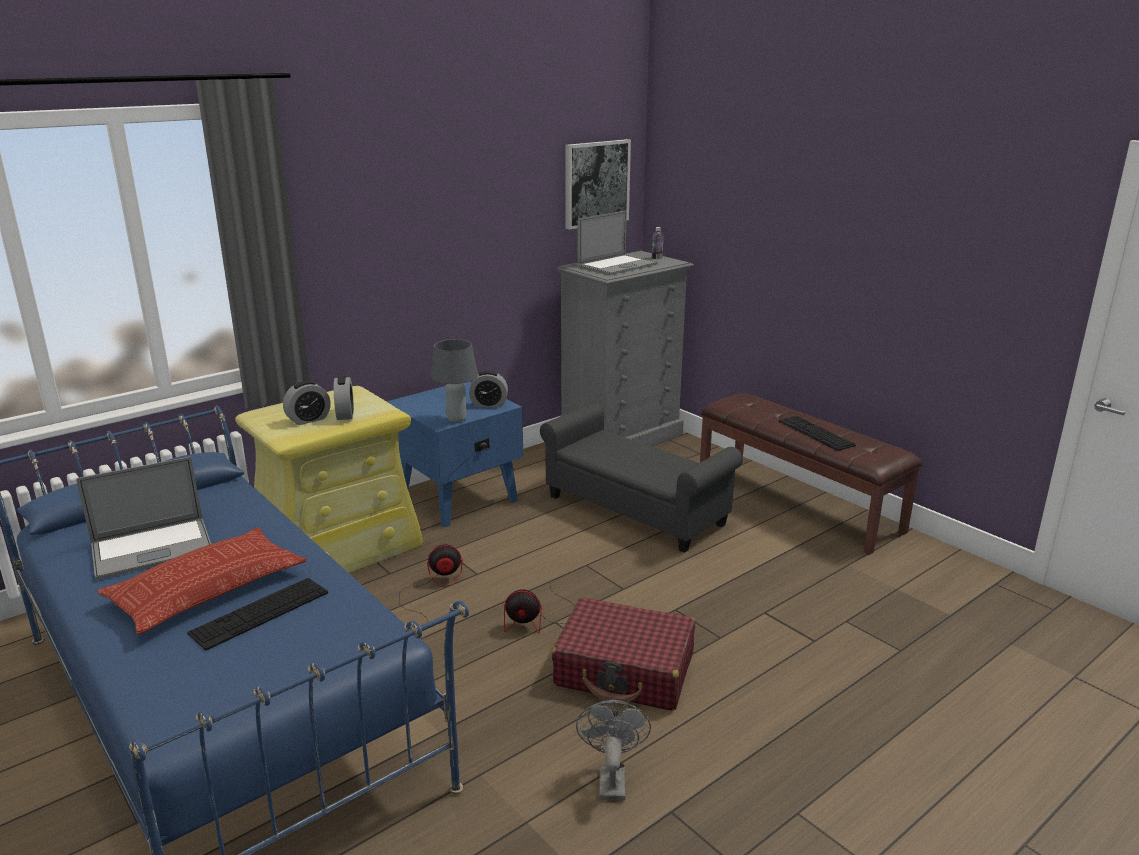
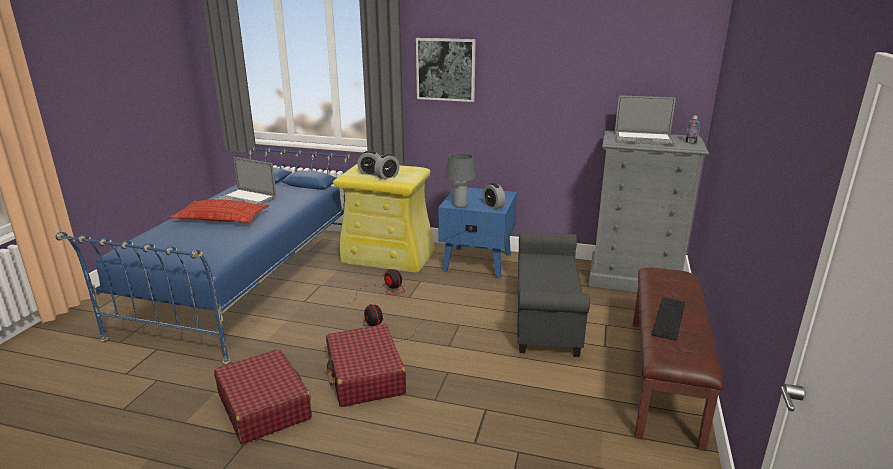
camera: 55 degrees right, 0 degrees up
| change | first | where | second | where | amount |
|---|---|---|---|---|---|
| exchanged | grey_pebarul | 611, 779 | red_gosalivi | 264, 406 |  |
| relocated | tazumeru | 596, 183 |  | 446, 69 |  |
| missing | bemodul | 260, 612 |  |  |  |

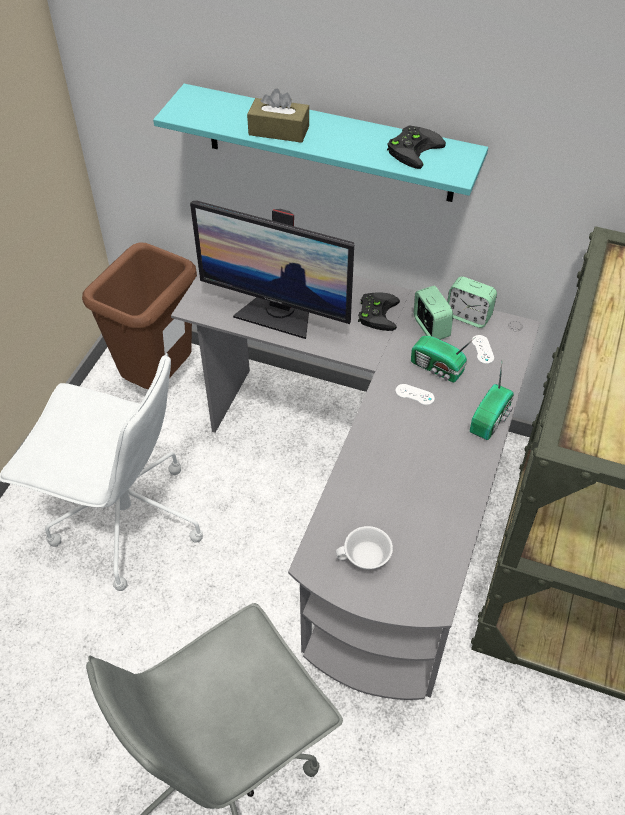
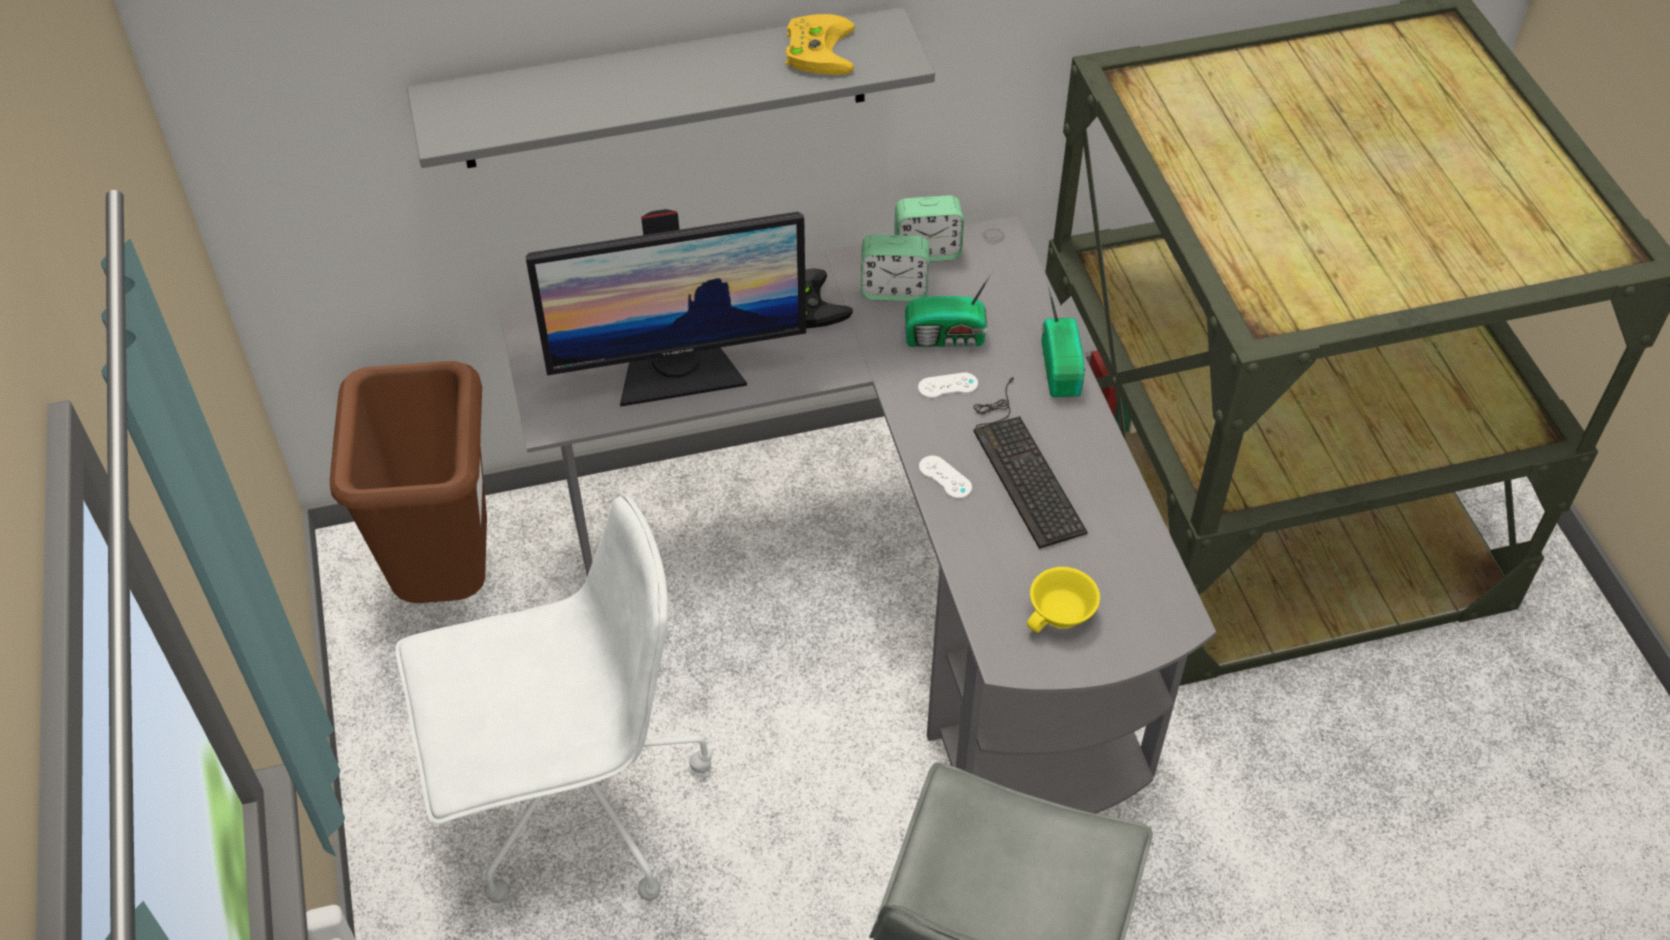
camera: 35 degrees left, 0 degrees up
| change | first | where | second | where | amount |
|---|---|---|---|---|---|
| colour | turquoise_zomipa | 329, 144 | grey_zomipa | 665, 89 |  |
| colour | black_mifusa | 413, 148 | yellow_mifusa | 816, 48 |  |
| spun | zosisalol | 430, 328 |  | 894, 290 | 150 degrees clockwise |
| relocated | white_mifusa | 482, 349 |  | 945, 477 |  |
| appeared |  |  | bemodul | 1023, 465 |  |
| colour | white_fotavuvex | 366, 559 | yellow_fotavuvex | 1062, 615 |  |
| missing | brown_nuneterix | 279, 130 |  |  |  |

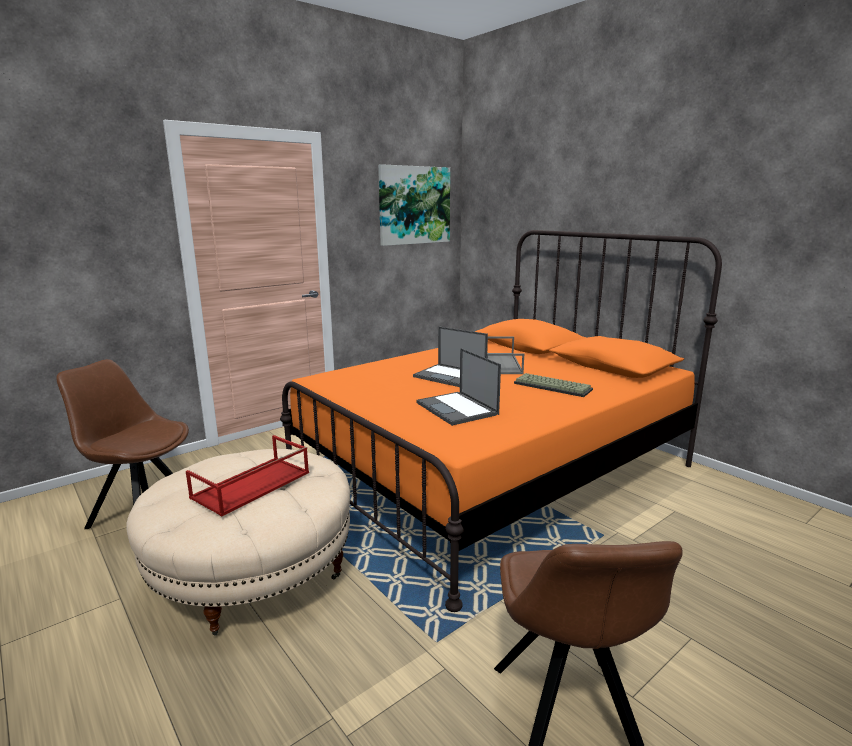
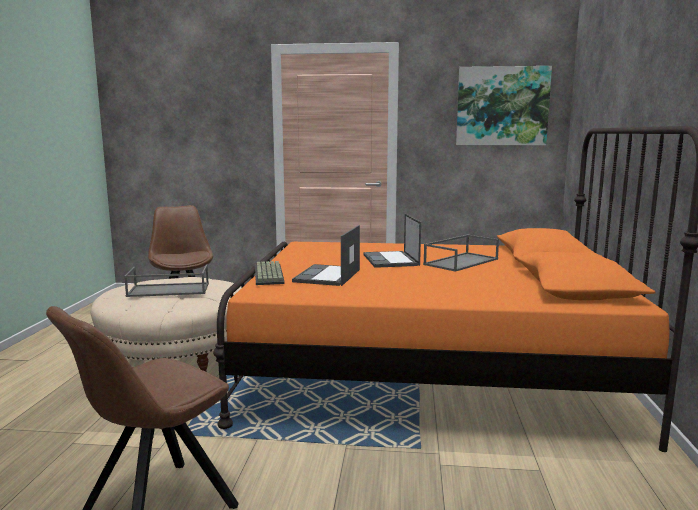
camera: 45 degrees right, 5 degrees down
| change | first | where | second | where | amount |
|---|---|---|---|---|---|
| colour | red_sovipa | 251, 486 | grey_sovipa | 168, 290 |  |
| relocated | bemodul | 553, 386 |  | 270, 274 |  |

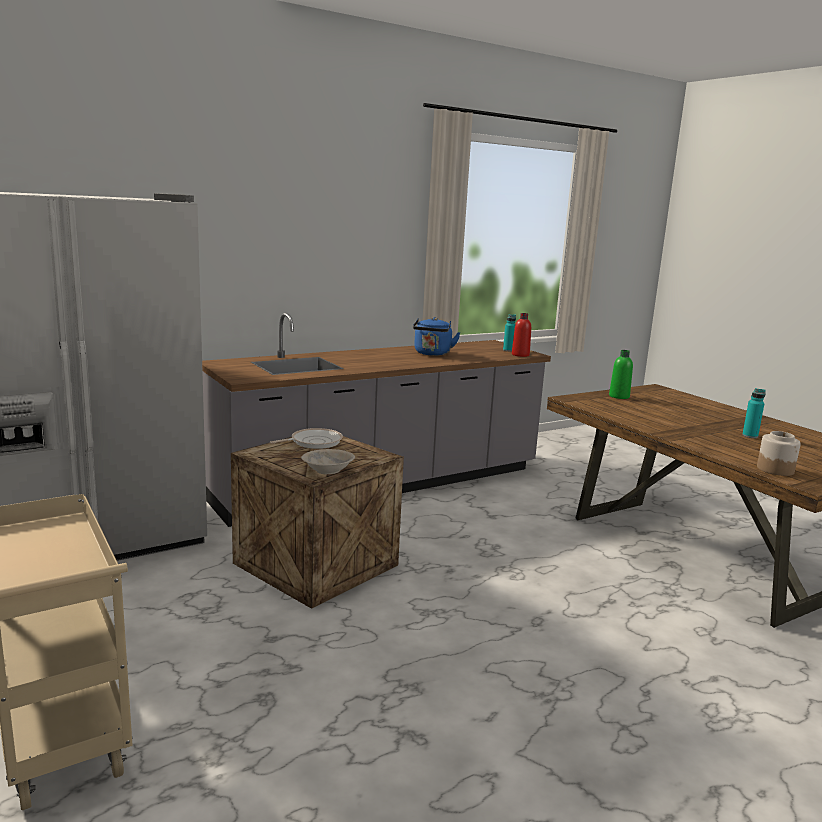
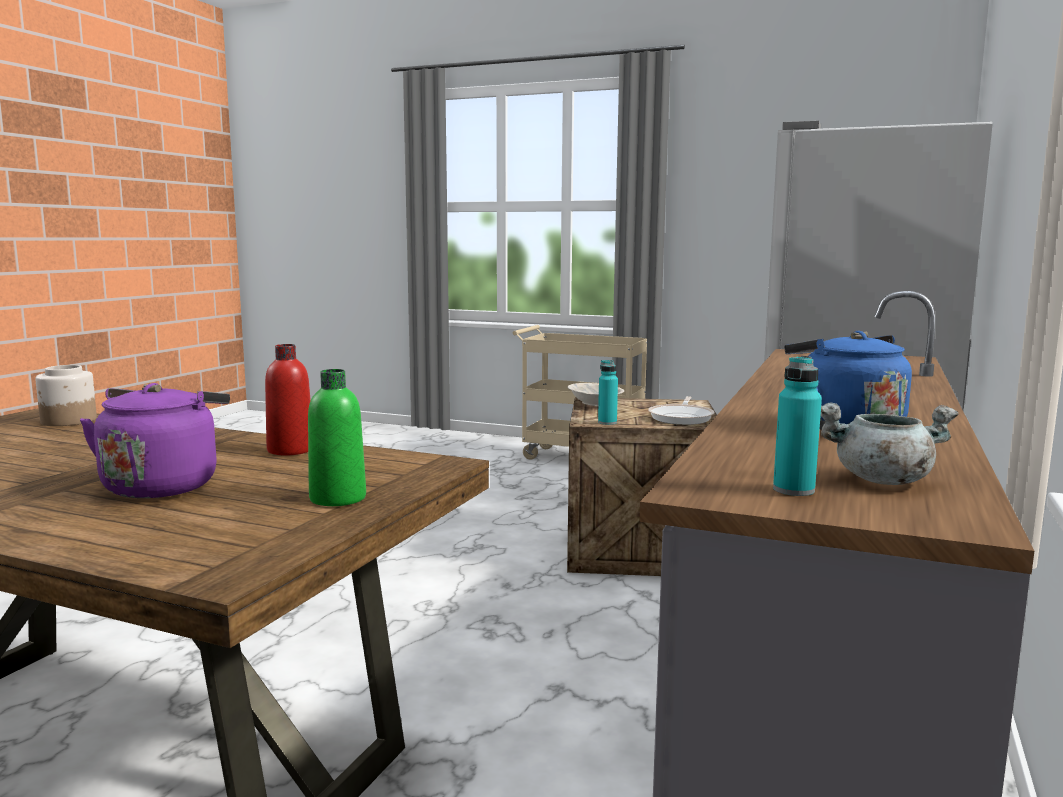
camera: 145 degrees right, 5 degrees down
| change | first | where | second | where | amount |
|---|---|---|---|---|---|
| appeared |  |  | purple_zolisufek | 163, 485 |  |
| relocated | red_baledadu | 520, 355 |  | 290, 450 |  |
| relocated | turquoise_baledadu | 750, 436 |  | 607, 422 |  |
| appeared |  |  | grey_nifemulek | 882, 481 |  |

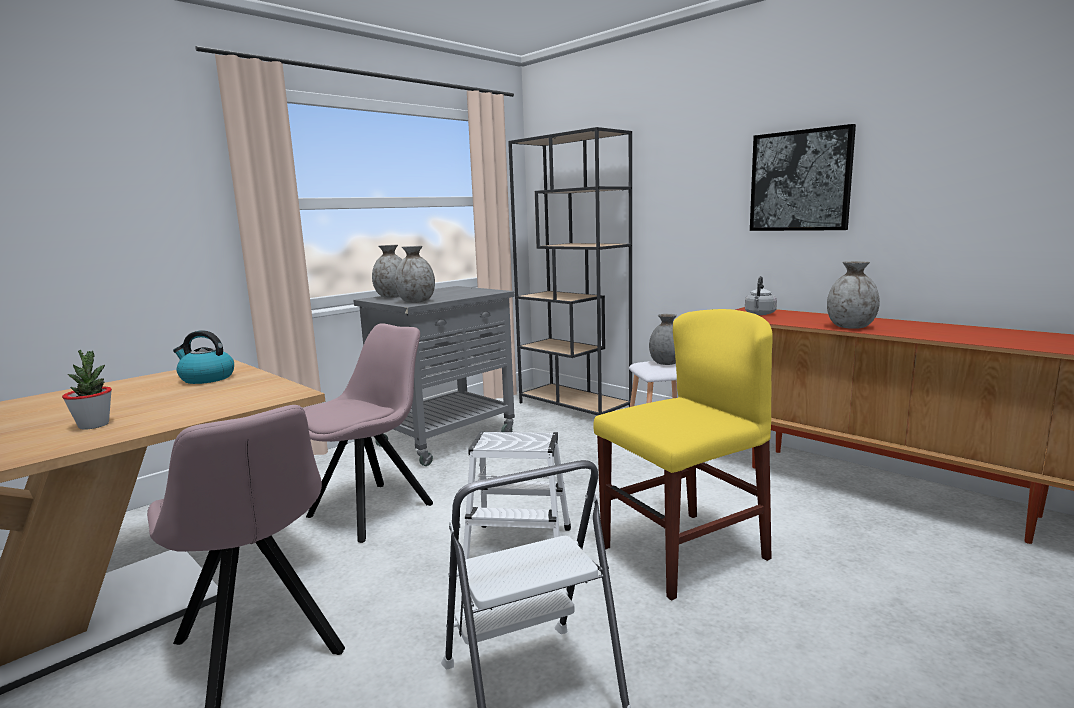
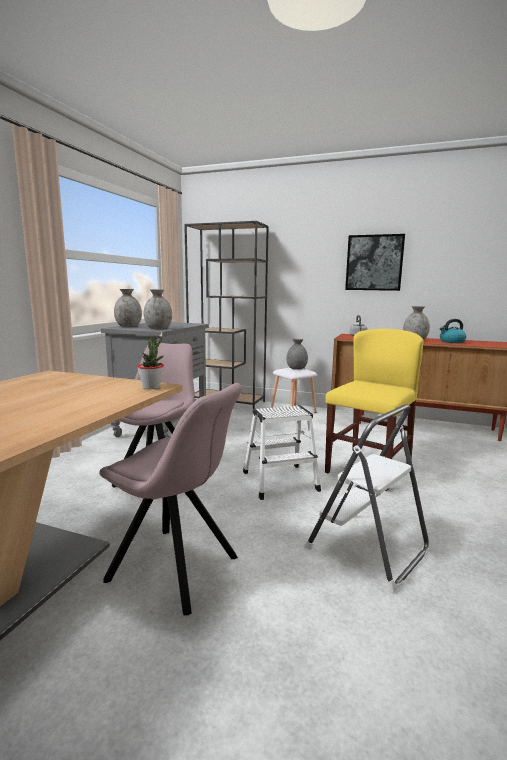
camera: 25 degrees left, 0 degrees up
| change | first | where | second | where | amount |
|---|---|---|---|---|---|
| relocated | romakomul | 94, 425 |  | 151, 387 |  |
| relocated | zolisufek | 206, 378 |  | 451, 341 |  |

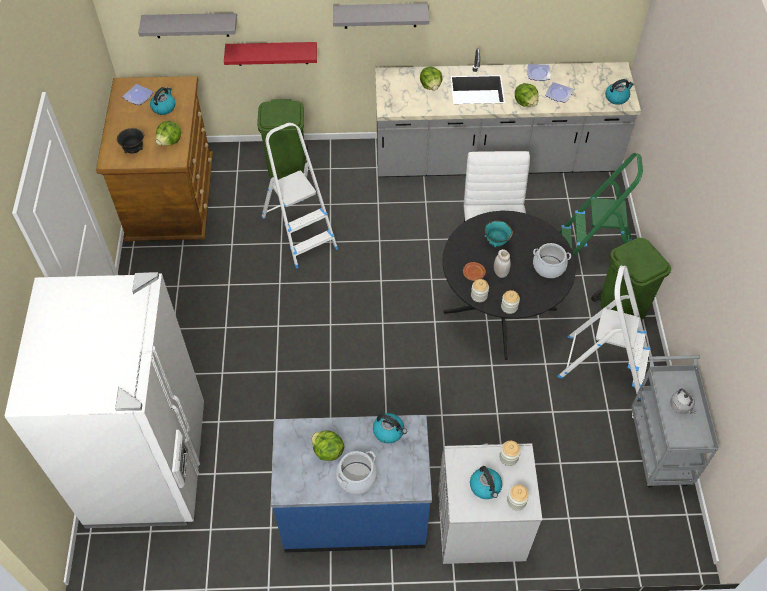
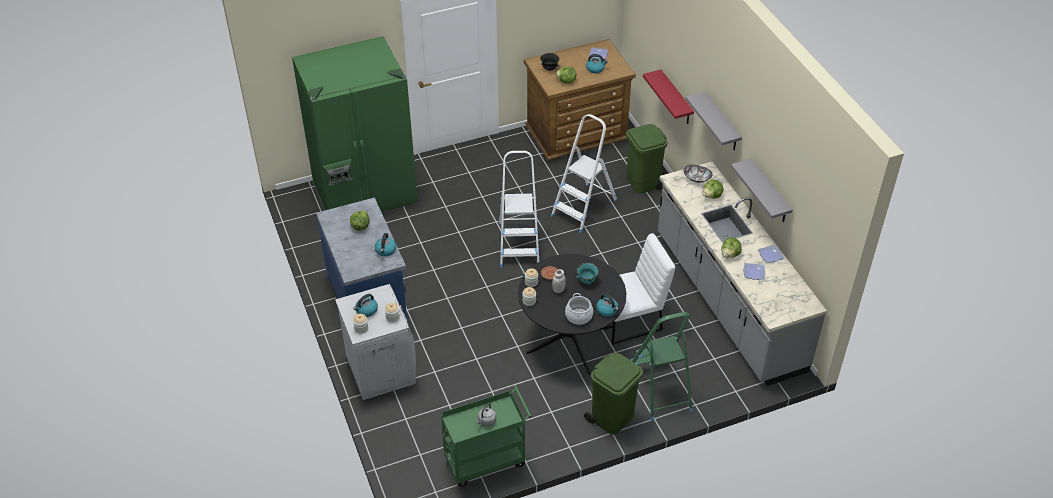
camera: 70 degrees right, 10 degrees down
| change | first | where | second | where | amount |
|---|---|---|---|---|---|
| colour | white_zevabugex | 148, 463 | green_zevabugex | 365, 195 |  |
| colour | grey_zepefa | 657, 447 | green_zepefa | 487, 463 |  |
| relocated | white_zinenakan | 605, 367 |  | 519, 244 |  |
| relocated | zolisufek | 617, 97 |  | 607, 310 |  |
| appeared |  |  | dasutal | 697, 178 |  |
| relocated | grey_zomipa | 191, 25 |  | 769, 192 |  |
| missing | nifemulek | 356, 477 |  |  |  |

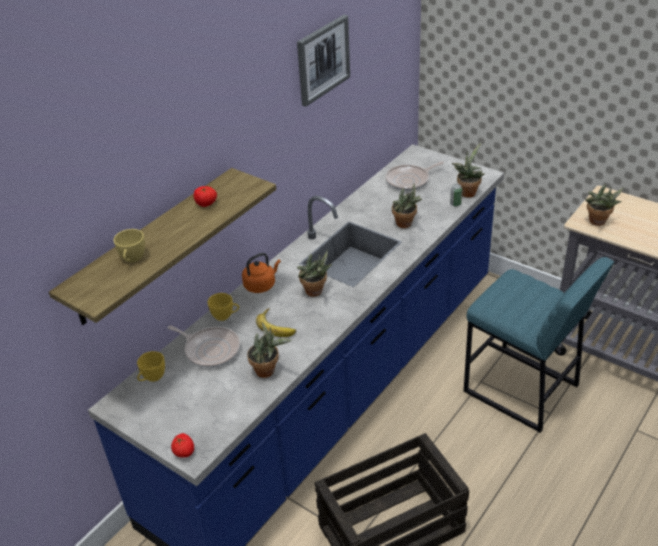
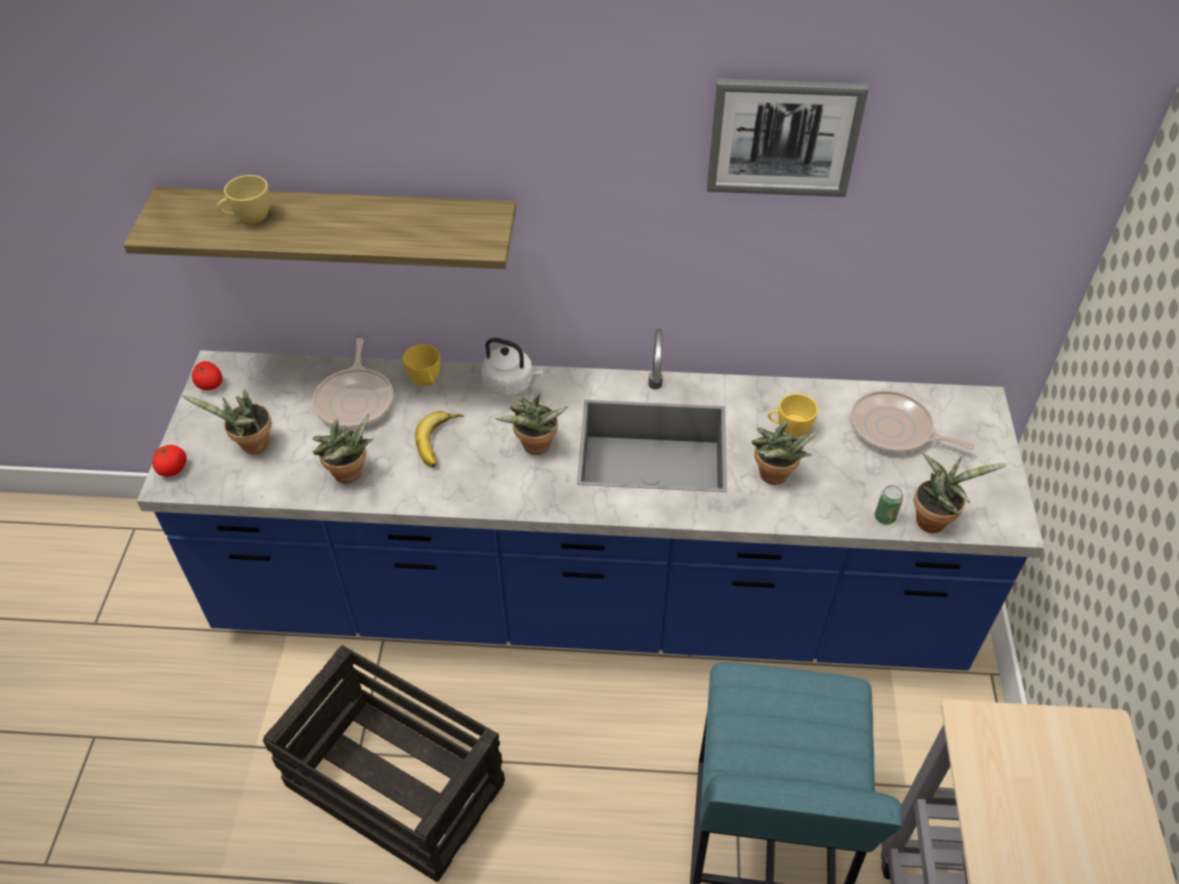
camera: 55 degrees right, 10 degrees up
| change | first | where | second | where | amount |
|---|---|---|---|---|---|
| relocated | romakomul | 598, 222 |  | 251, 446 |  |
| relocated | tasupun | 206, 204 |  | 210, 385 |  |
| colour | orange_zolisufek | 261, 285 | white_zolisufek | 510, 384 |  |
| relocated | yellow_fotavuvex | 152, 378 |  | 789, 429 |  |

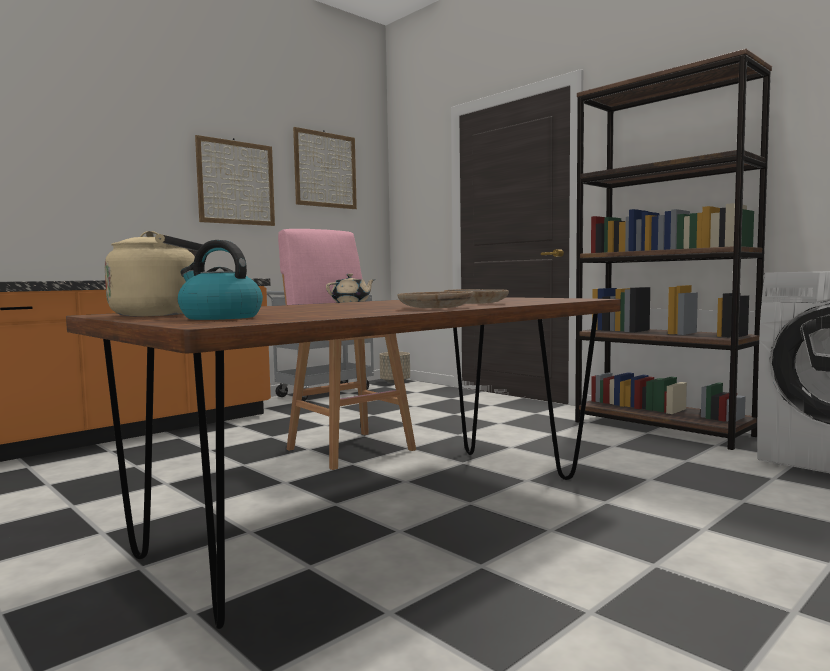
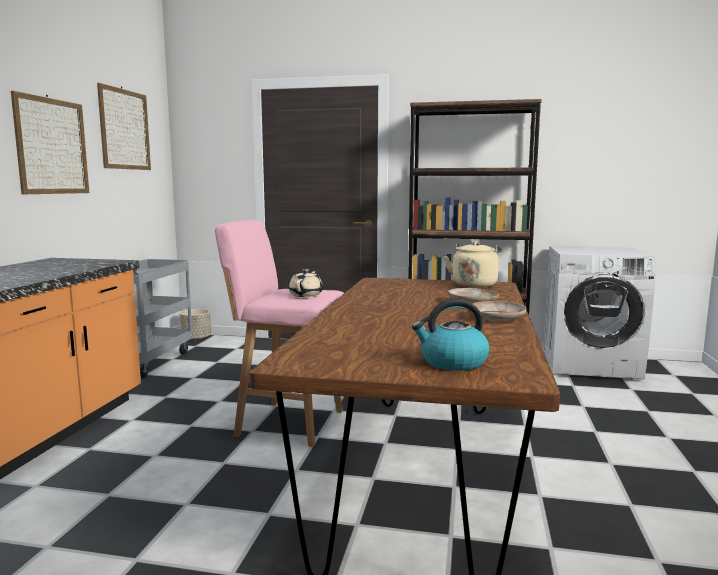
camera: 35 degrees left, 5 degrees up
| change | first | where | second | where | amount |
|---|---|---|---|---|---|
| relocated | beige_zolisufek | 161, 314 |  | 474, 284 |  |

